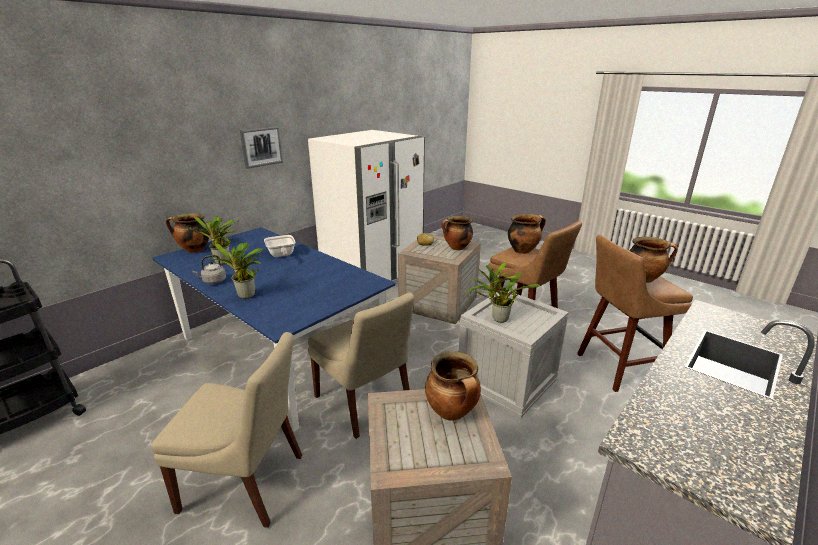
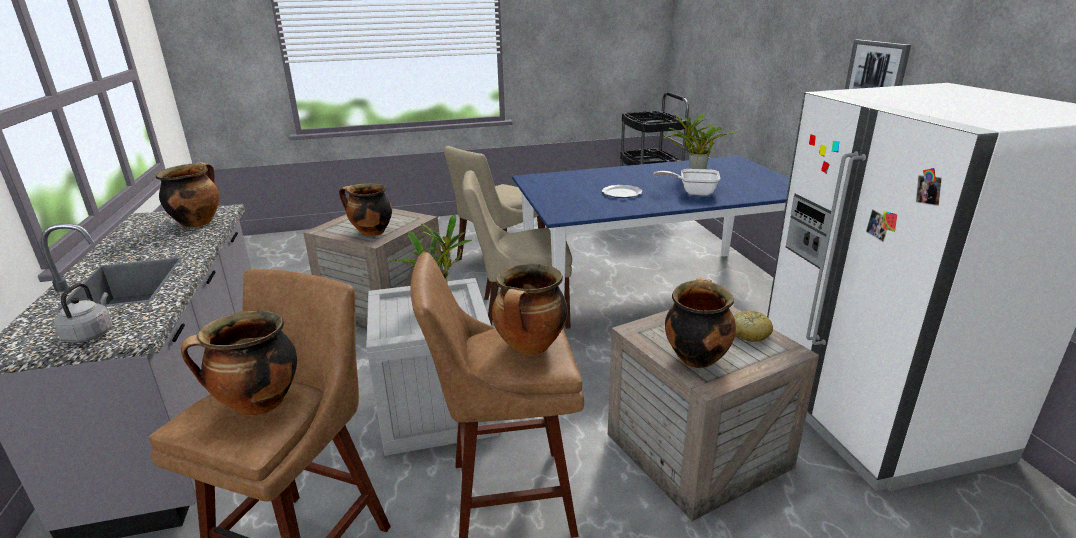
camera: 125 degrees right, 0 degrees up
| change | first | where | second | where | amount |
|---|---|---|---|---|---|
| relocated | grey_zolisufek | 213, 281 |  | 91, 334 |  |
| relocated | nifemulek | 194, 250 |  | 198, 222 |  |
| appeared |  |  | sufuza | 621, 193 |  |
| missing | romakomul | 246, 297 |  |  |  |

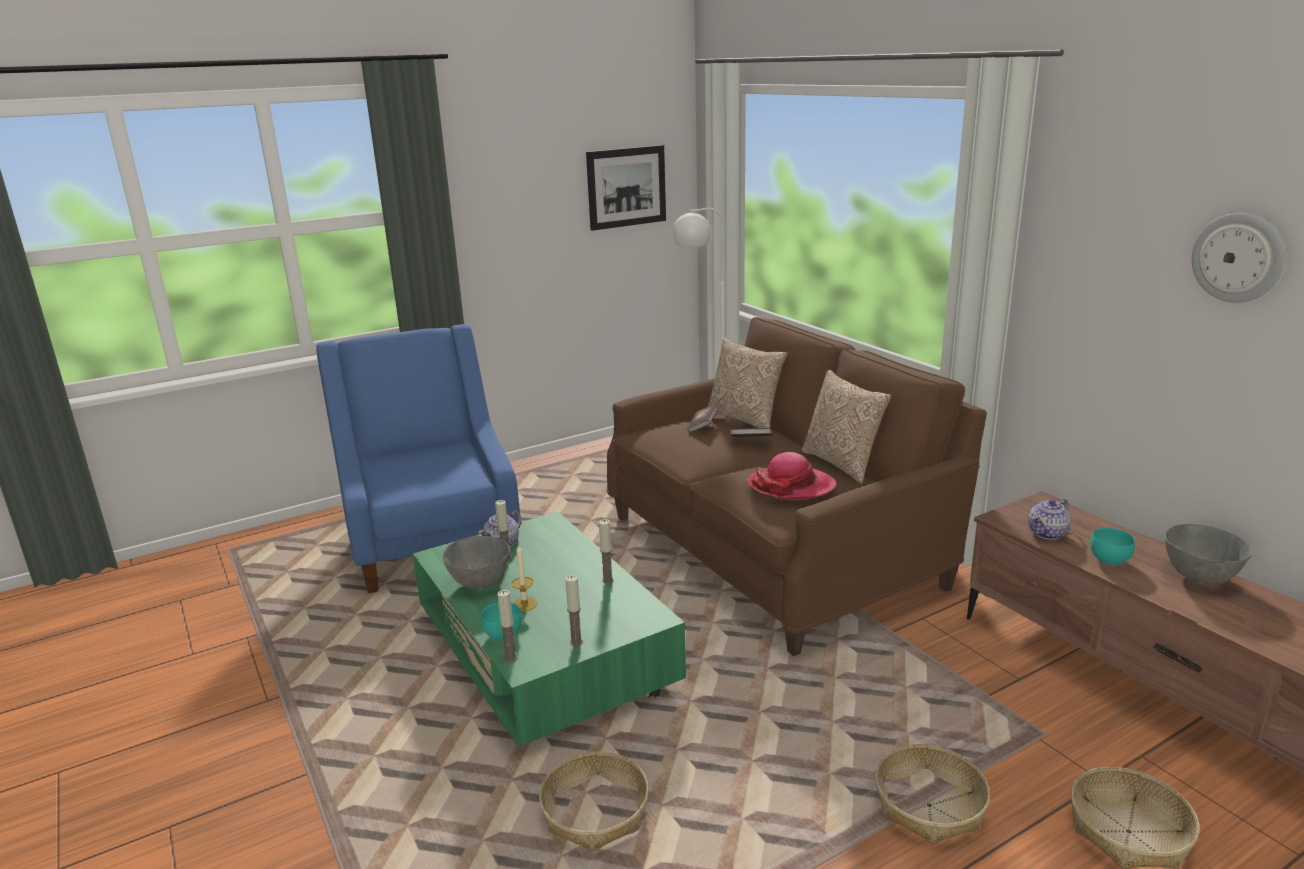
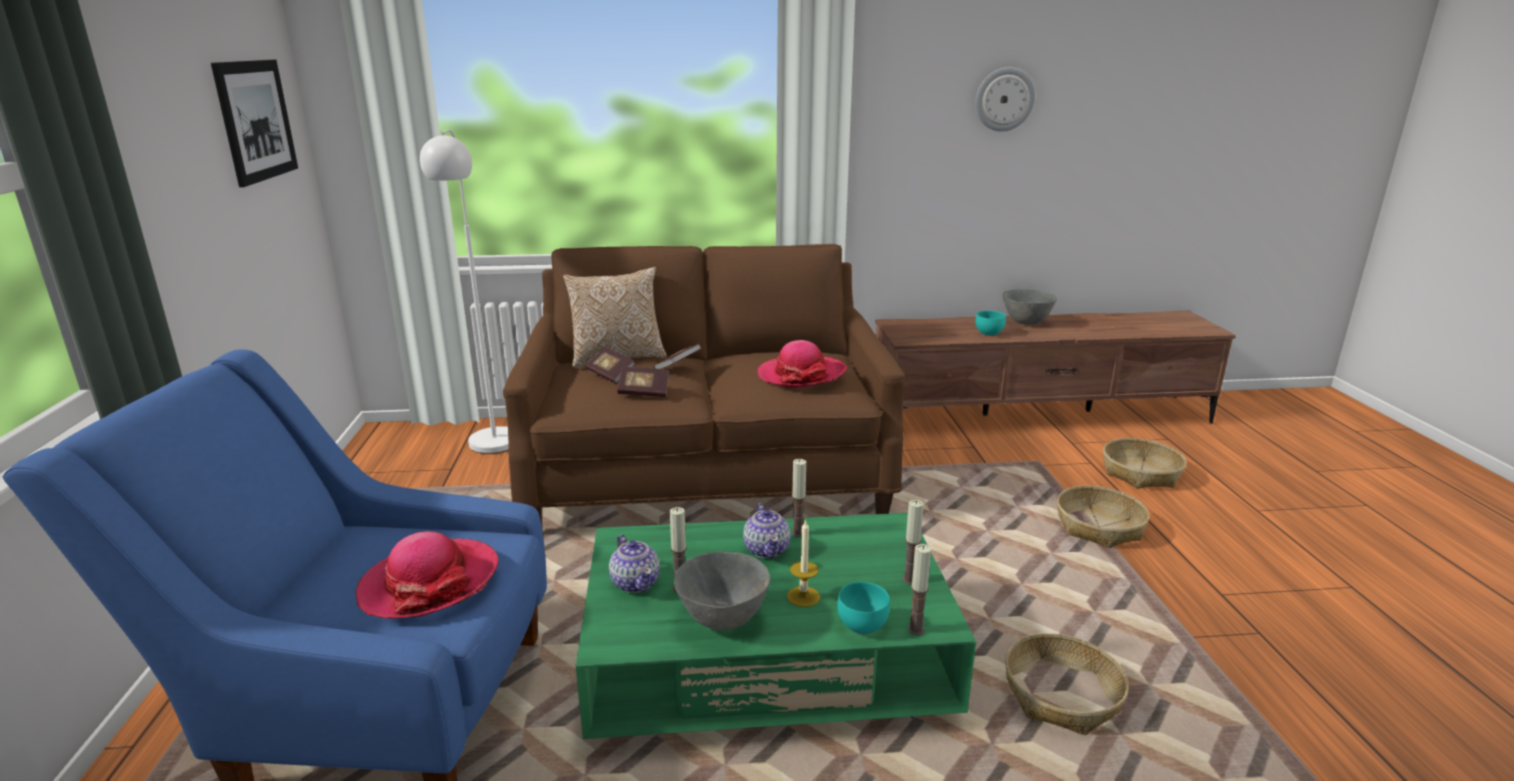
camera: 65 degrees left, 0 degrees up
| change | first | where | second | where | amount |
|---|---|---|---|---|---|
| appeared |  |  | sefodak | 430, 582 |  |
| appeared |  |  | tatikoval | 644, 392 |  |
| relocated | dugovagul | 1048, 533 |  | 767, 549 |  |
| missing | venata | 842, 463 |  |  |  |

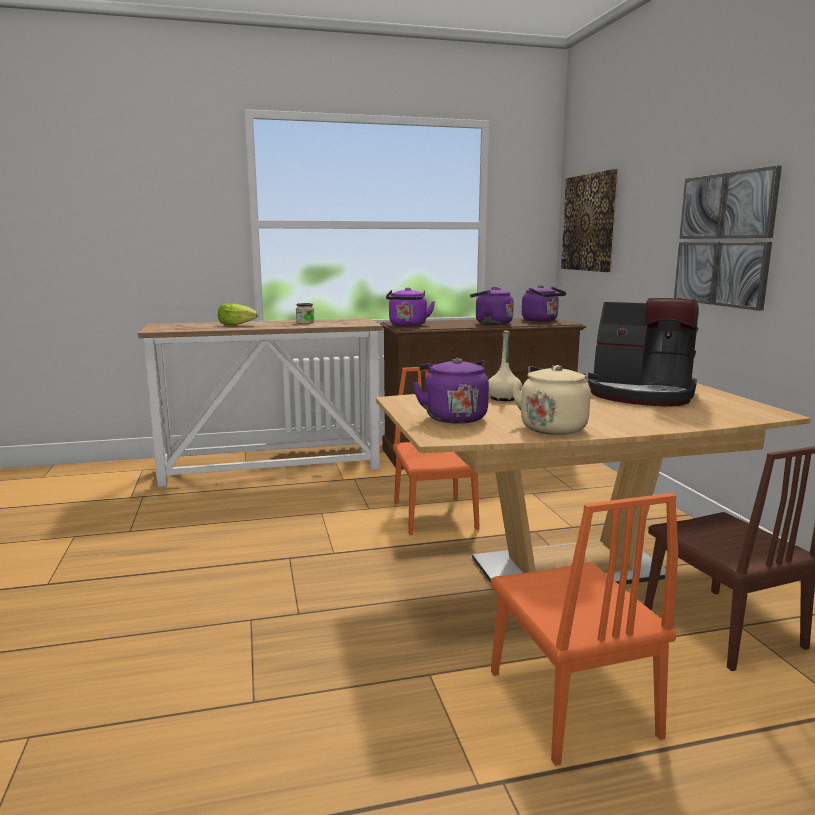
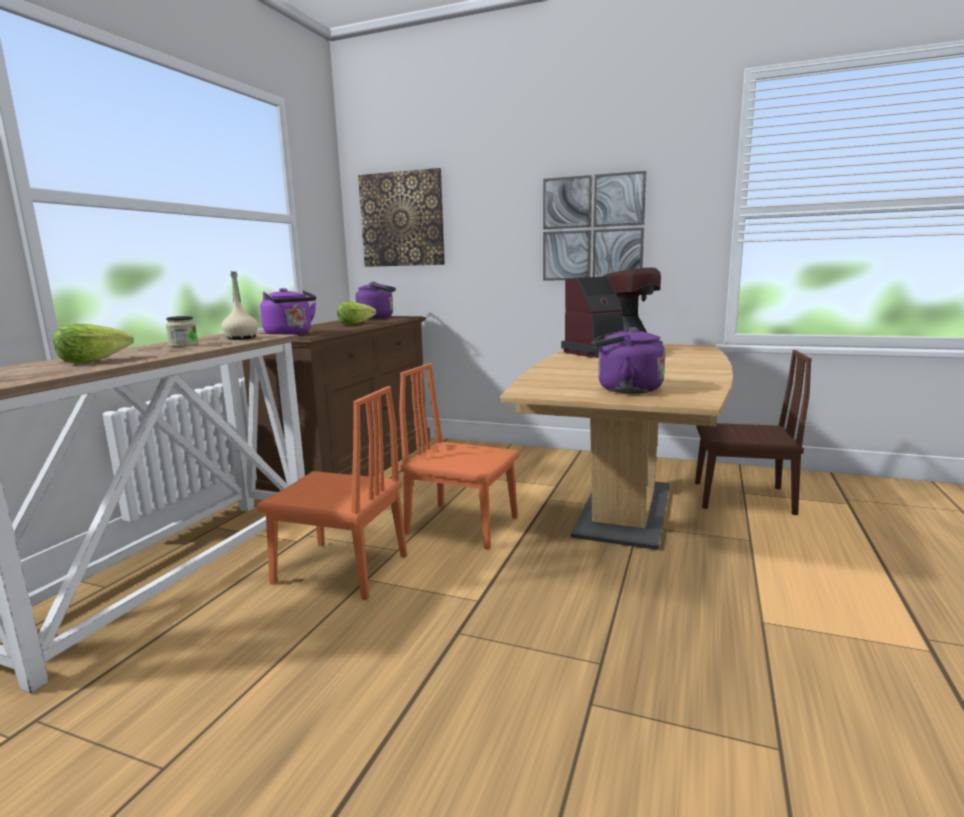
camera: 55 degrees left, 0 degrees up
| change | first | where | second | where | amount |
|---|---|---|---|---|---|
| relocated | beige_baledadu | 503, 398 |  | 241, 338 |  |
| relocated | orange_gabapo | 571, 702 |  | 340, 569 |  |
| exchanged | purple_zolisufek | 491, 323 | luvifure | 355, 324 |  |
| missing | beige_zolisufek | 554, 427 |  |  |  |

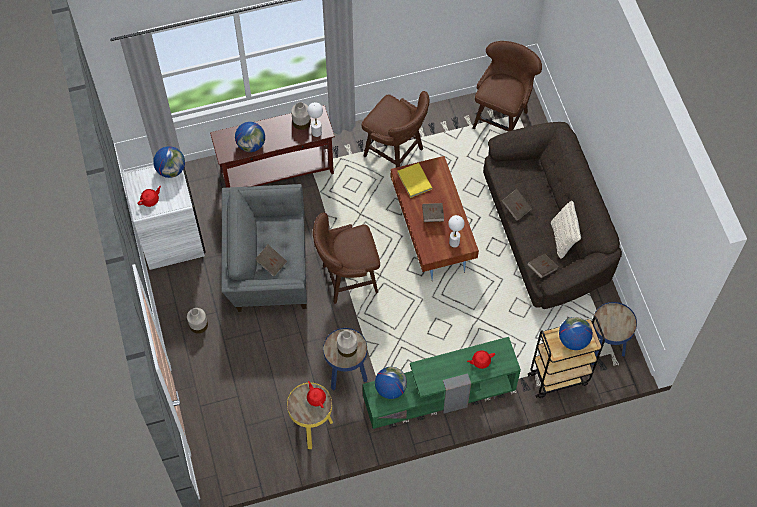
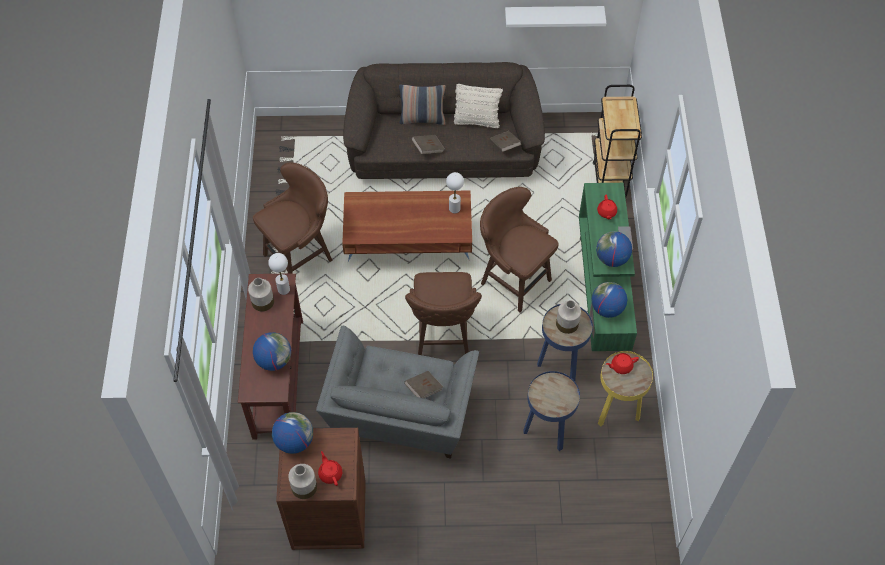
camera: 75 degrees left, 5 degrees down
| change | first | where | second | where | amount |
|---|---|---|---|---|---|
| colour | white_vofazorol | 171, 238 | brown_vofazorol | 328, 514 |  |
| relocated | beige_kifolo | 198, 324 |  | 304, 487 |  |
| appeared |  |  | venata | 422, 119 |  |
| relocated | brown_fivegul | 501, 118 |  | 513, 280 |  |
| appeared |  |  | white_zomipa | 553, 16 |  |
| relocated | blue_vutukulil | 604, 350 |  | 547, 431 |  |
| relocated | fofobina | 573, 340 |  | 611, 259 |  |
| missing | yellow_tatikoval | 414, 181 |  |  |  |
| missing | brown_tatikoval | 432, 216 |  |  |  |

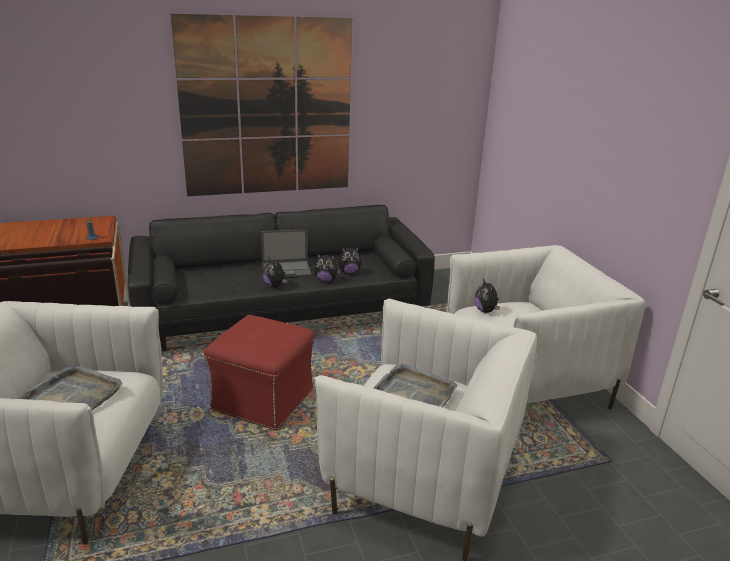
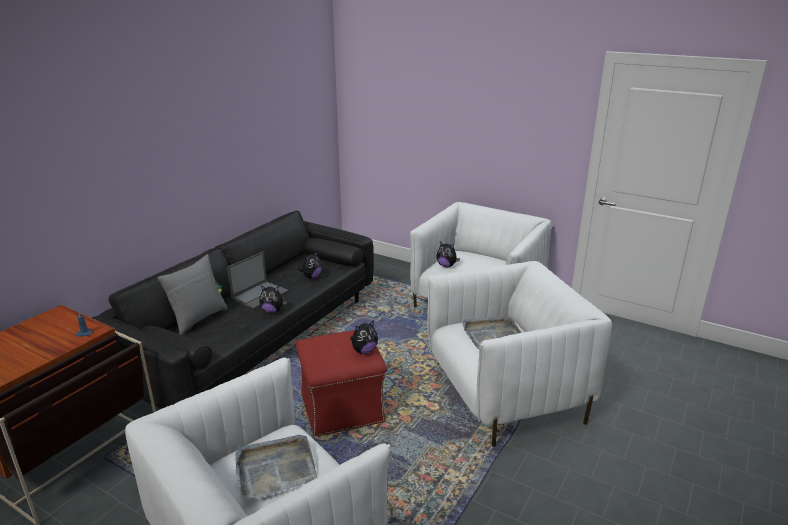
camera: 40 degrees left, 0 degrees up
| change | first | where | second | where | amount |
|---|---|---|---|---|---|
| appeared |  |  | grey_venata | 198, 319 |  |
| relocated | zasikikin | 326, 280 |  | 364, 351 |  |
| missing | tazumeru | 267, 108 |  |  |  |

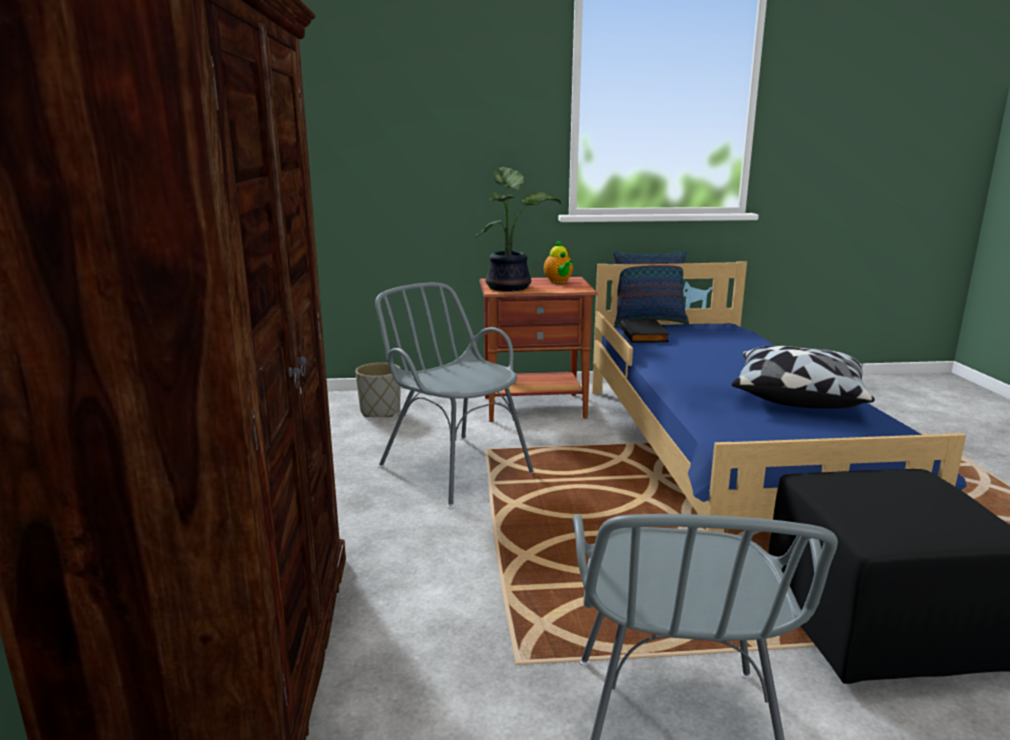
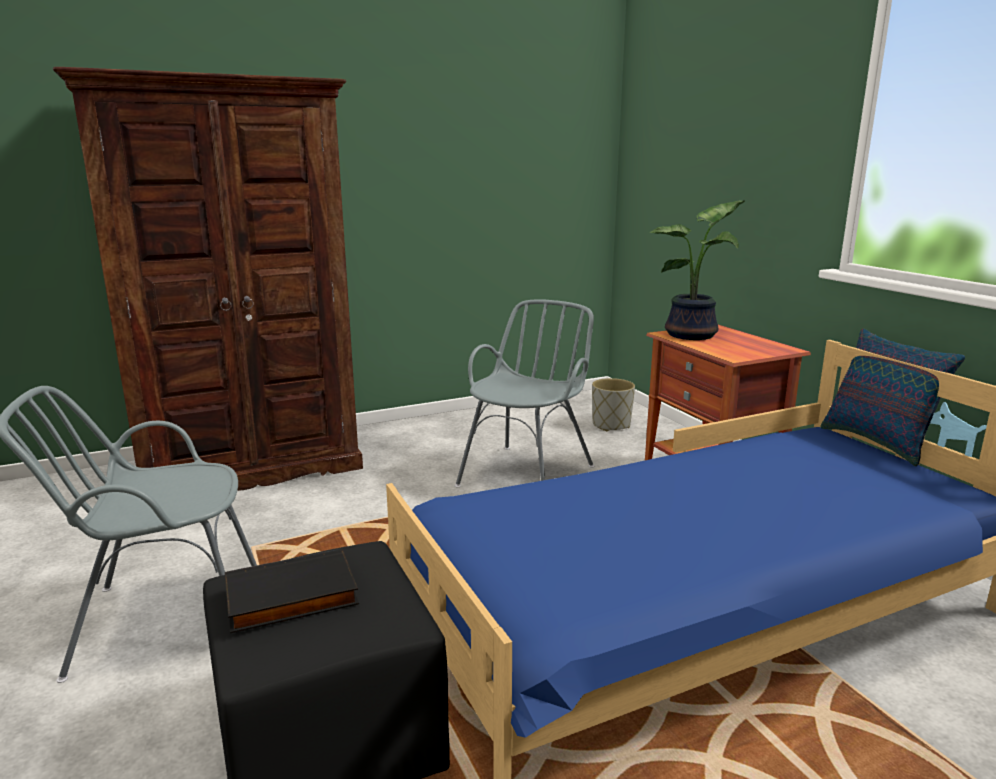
camera: 70 degrees right, 0 degrees up
| change | first | where | second | where | amount |
|---|---|---|---|---|---|
| relocated | black_tatikoval | 645, 335 |  | 291, 598 |  |
| missing | dugovagul | 558, 282 |  |  |  |
| missing | venata | 797, 396 |  |  |  |

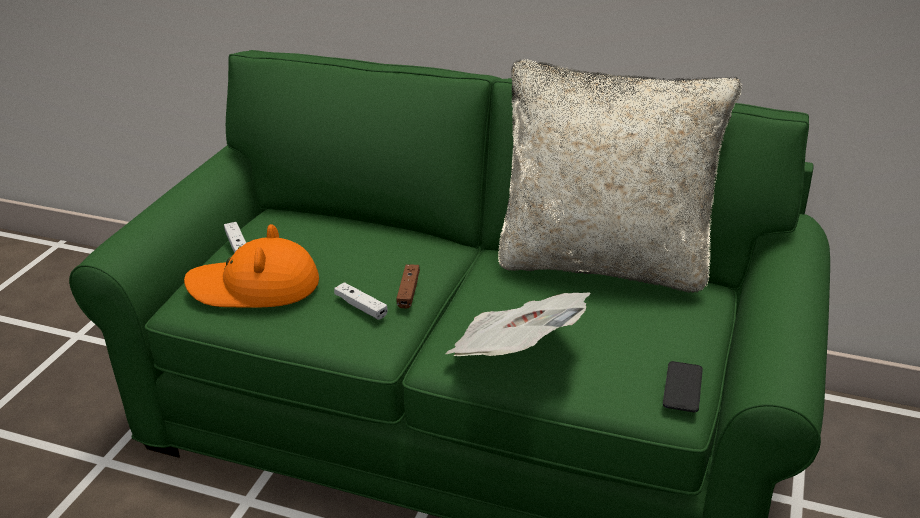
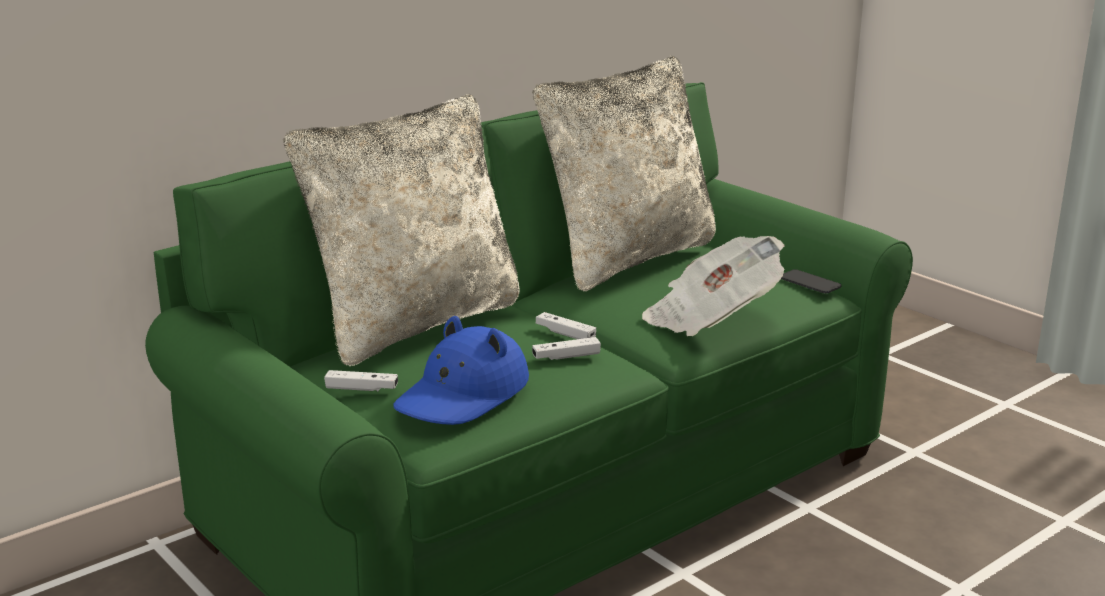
camera: 60 degrees left, 10 degrees down
| change | first | where | second | where | amount |
|---|---|---|---|---|---|
| appeared |  |  | beige_venata | 419, 326 |  |
| colour | orange_sefodak | 254, 287 | blue_sefodak | 463, 395 |  |
| colour | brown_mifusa | 408, 291 | white_mifusa | 565, 334 |  |

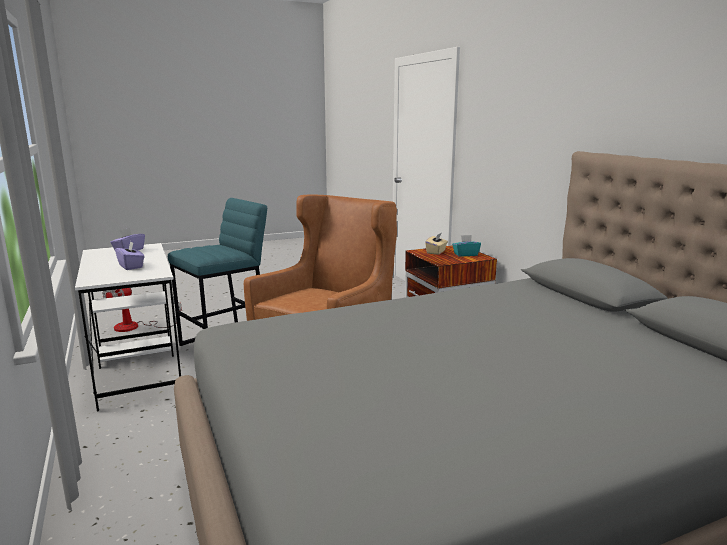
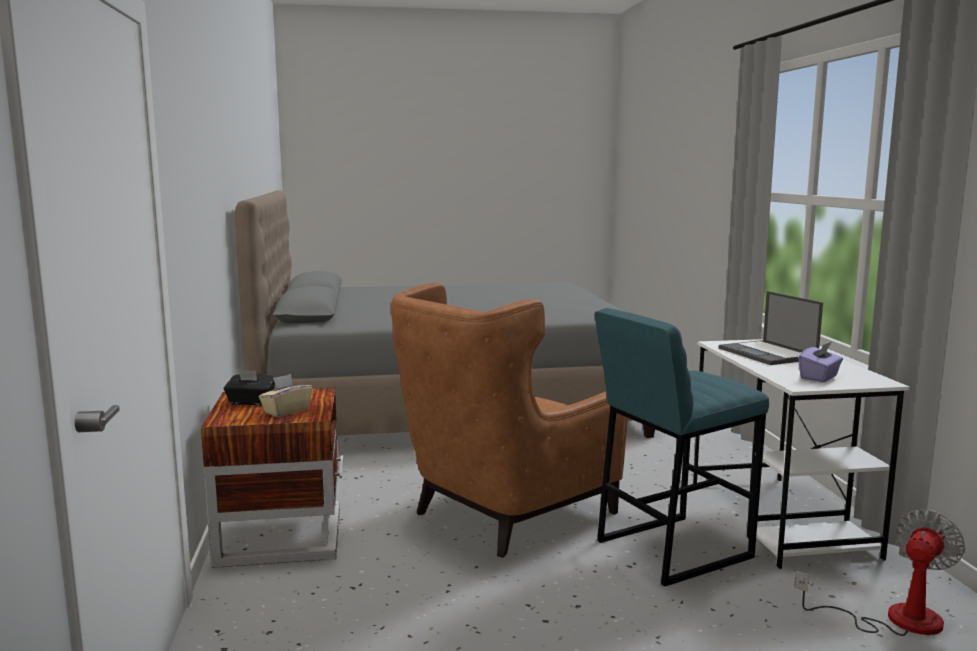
camera: 165 degrees left, 5 degrees down
| change | first | where | second | where | amount |
|---|---|---|---|---|---|
| colour | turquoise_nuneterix | 465, 254 | black_nuneterix | 250, 402 |  |
| exchanged | purple_nuneterix | 131, 266 | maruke | 768, 354 |  |

